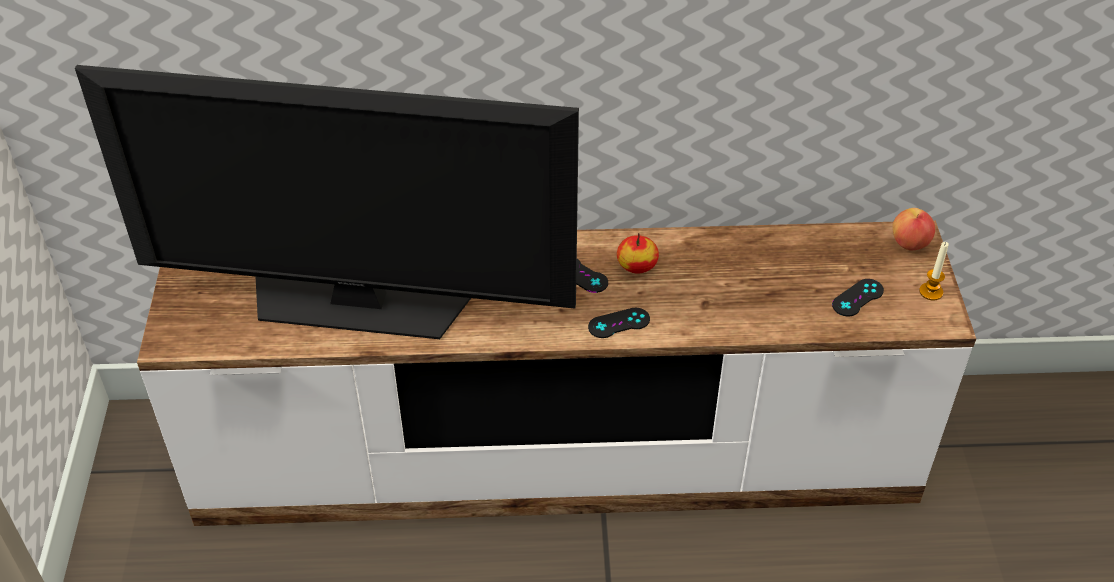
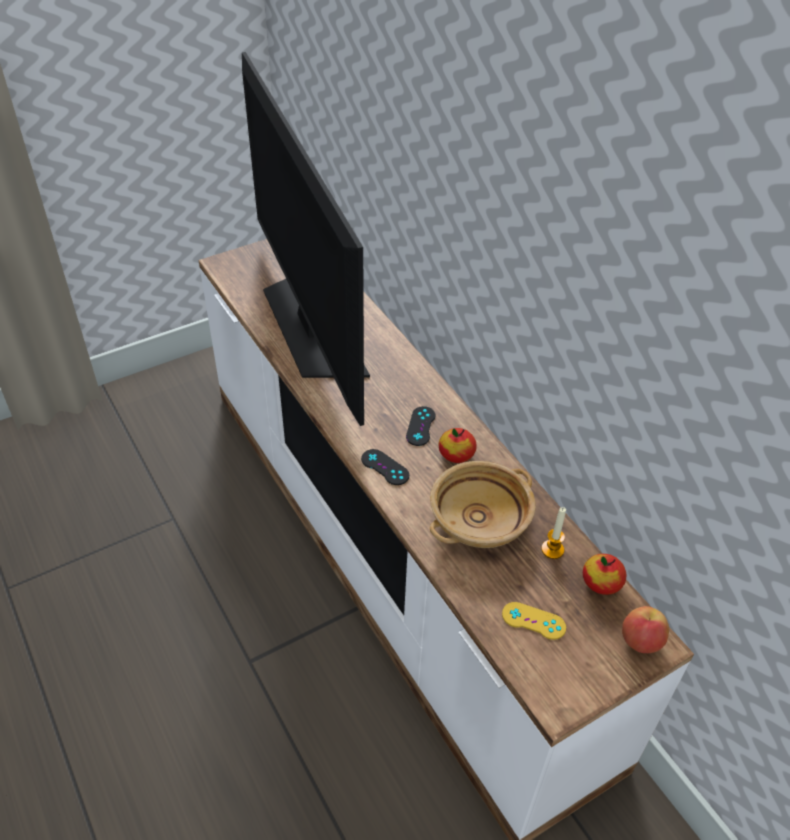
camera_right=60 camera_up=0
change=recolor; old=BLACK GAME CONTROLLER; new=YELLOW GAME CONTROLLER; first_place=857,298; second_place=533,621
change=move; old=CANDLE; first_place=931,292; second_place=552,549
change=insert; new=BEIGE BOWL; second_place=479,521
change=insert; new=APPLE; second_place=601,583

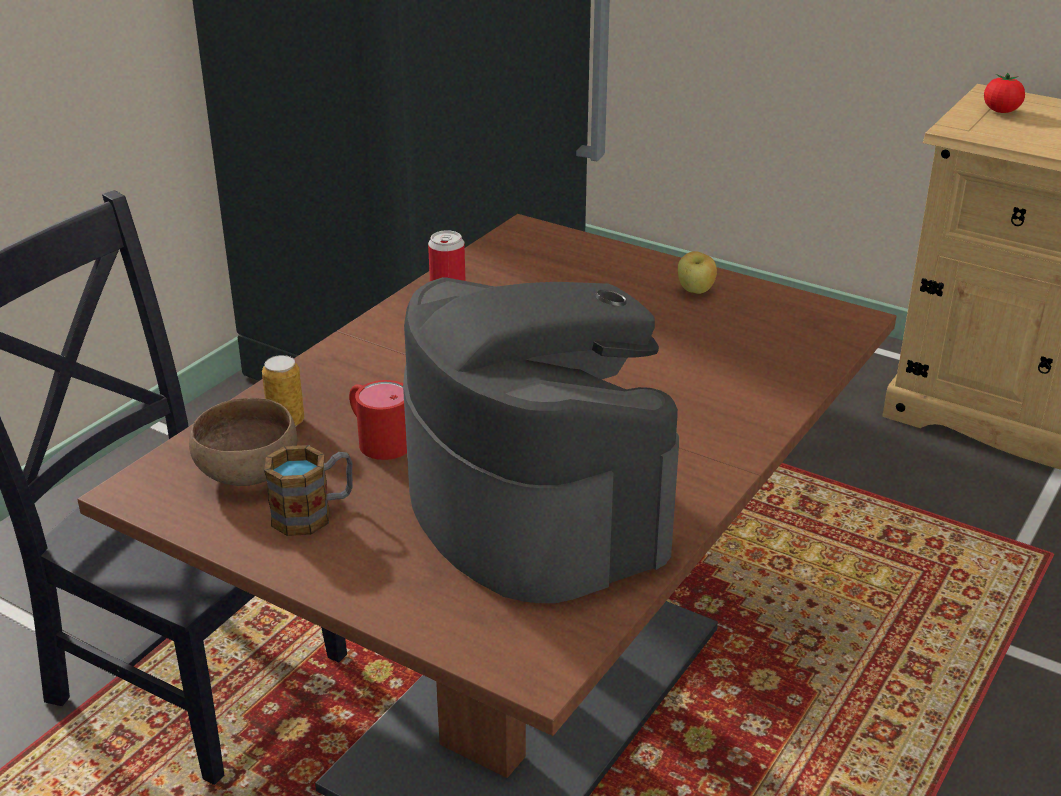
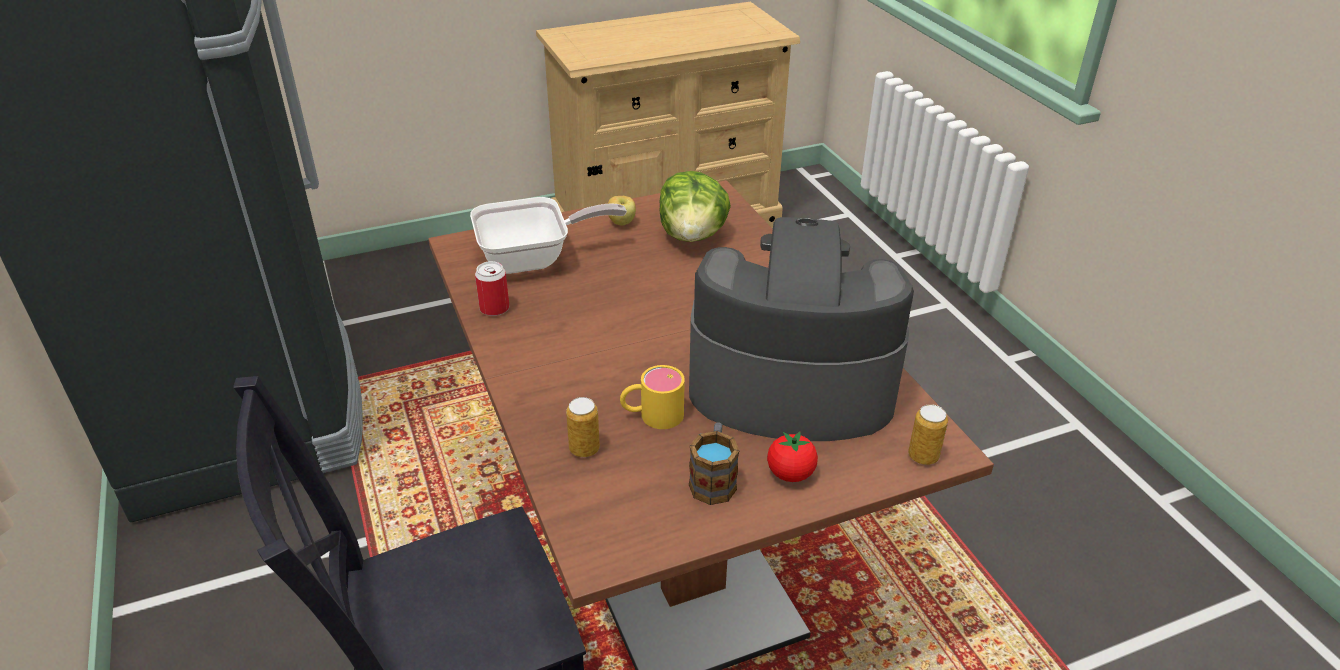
camera_right=-55 camera_up=5
change=delete; old=BROWN BOWL; first_place=247,474
change=recolor; old=RED MUG; new=YELLOW MUG; first_place=378,438; second_place=652,415
change=move; old=TOMATO; first_place=1001,111; second_place=790,474
change=insert; new=FRYING PAN; second_place=534,259
change=insert; new=LETTUCE; second_place=693,236
change=insert; new=CAN; second_place=923,456

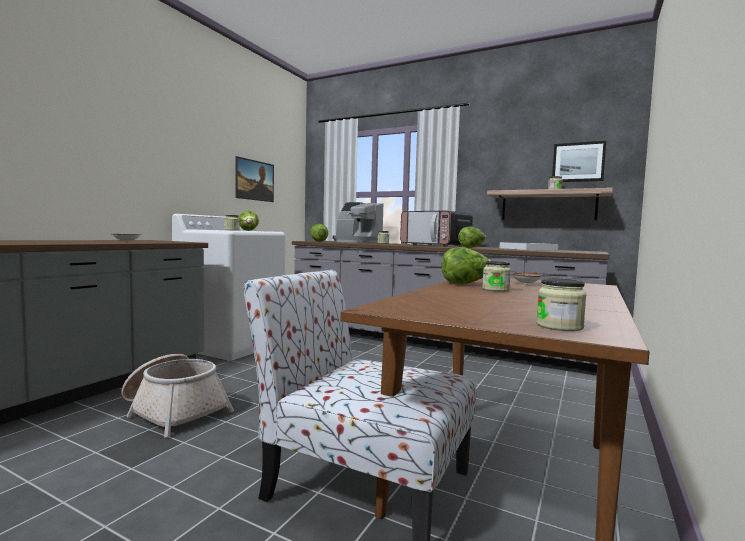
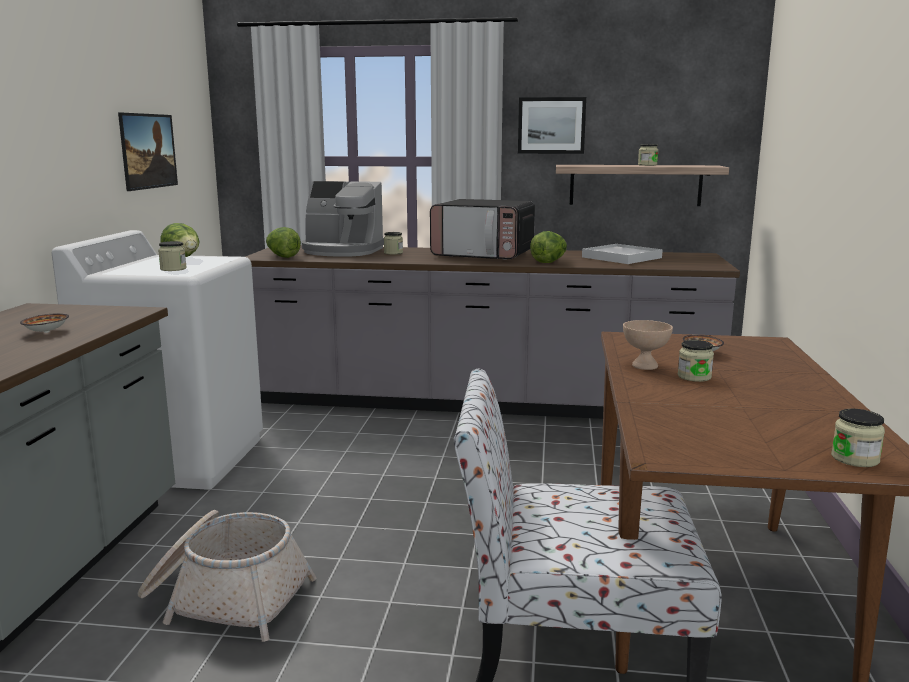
camera_right=-20 camera_up=10
change=replace; old=LETTUCE; new=BEIGE BOWL; first_place=466,284; second_place=644,366
change=move; old=PICTURE; first_place=578,162; second_place=551,125

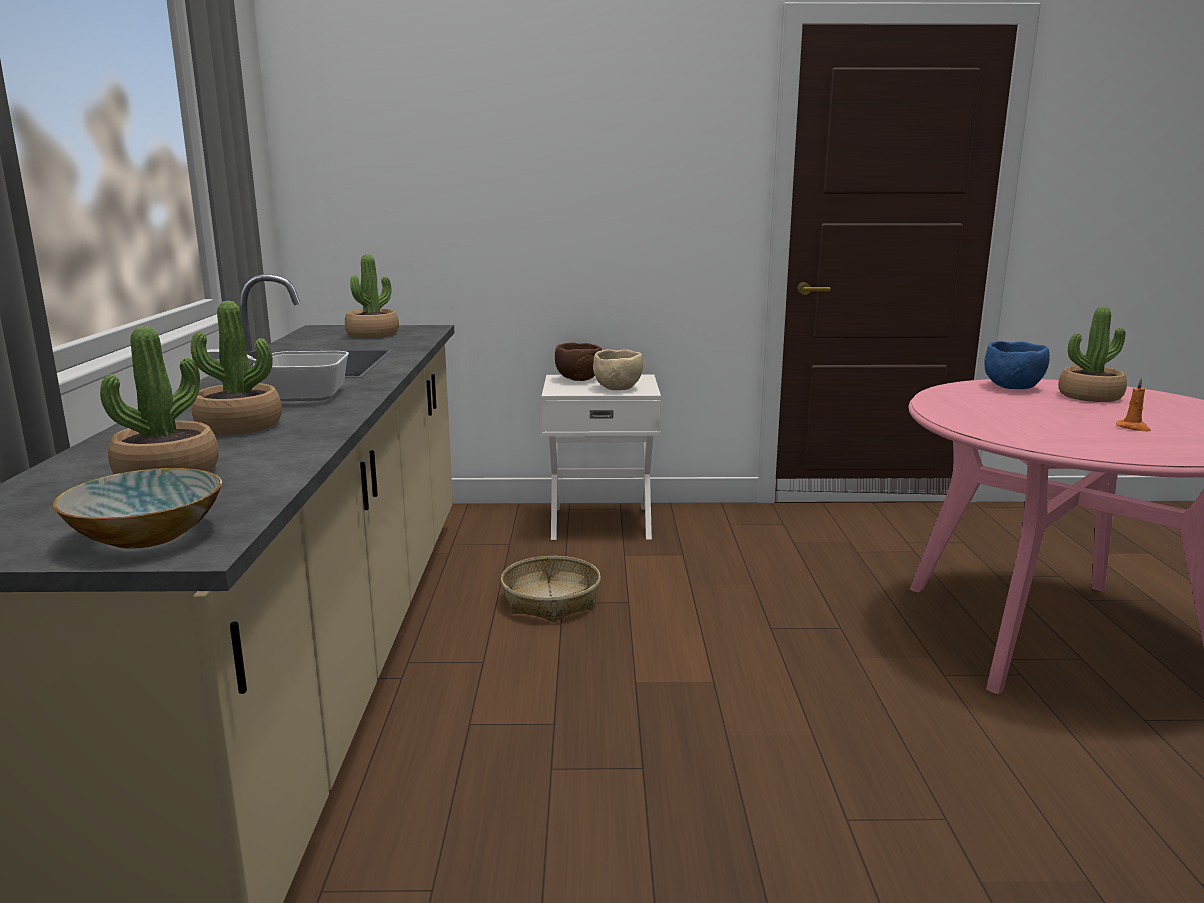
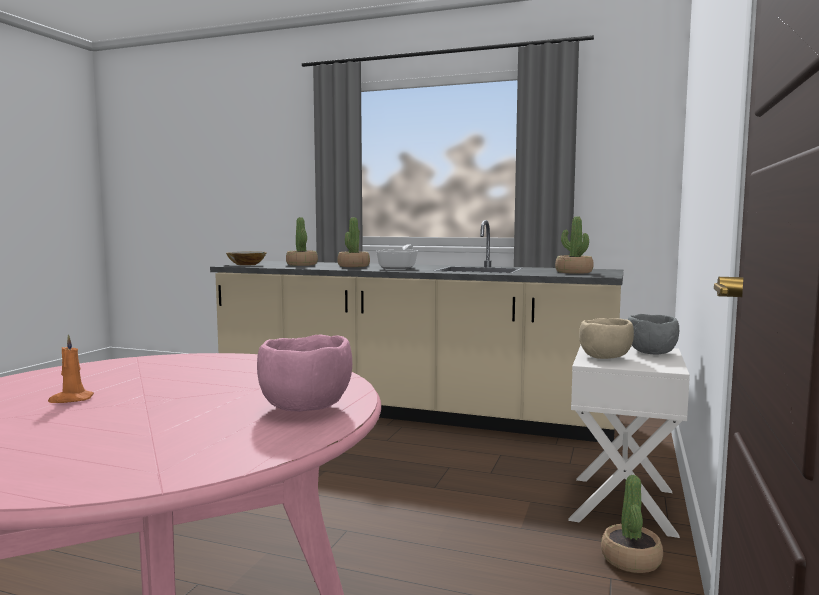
camera_right=110 camera_up=-10
change=delete; old=BASKET; first_place=551,601
change=recolor; old=BROWN BOWL; new=GREY BOWL; first_place=578,379; second_place=650,352
change=recolor; old=BLUE BOWL; new=PINK BOWL; first_place=1012,387; second_place=307,409
change=move; old=POTTED PLANT; first_place=1090,396; second_place=631,560

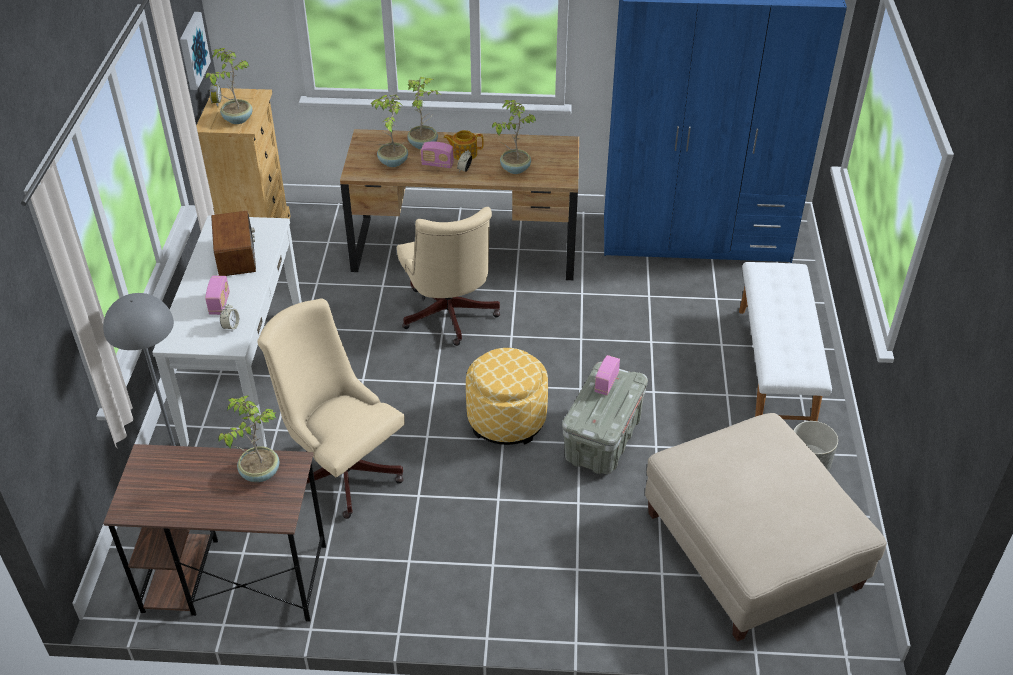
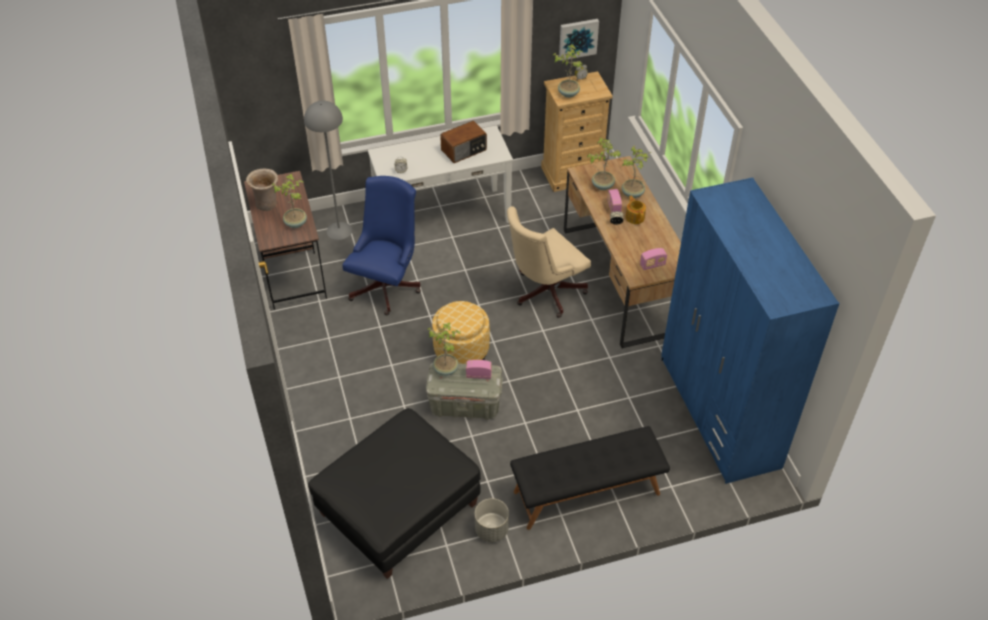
camera_right=70 camera_up=5
change=move; old=RADIO; first_place=219,304; second_place=652,265
change=recolor; old=BEIGE OFFICE CHAIR; new=BLUE OFFICE CHAIR; first_place=341,468; second_place=387,285
change=move; old=POTTED PLANT; first_place=514,168; second_place=446,369
change=recolor; old=BEIGE OTTOMAN; new=BLACK OTTOMAN; first_place=752,549; second_place=399,509
change=recolor; old=WHITE BENCH; new=BLACK BENCH; first_place=776,368; second_place=587,493
change=insert; new=BEIGE VASE; second_place=267,204

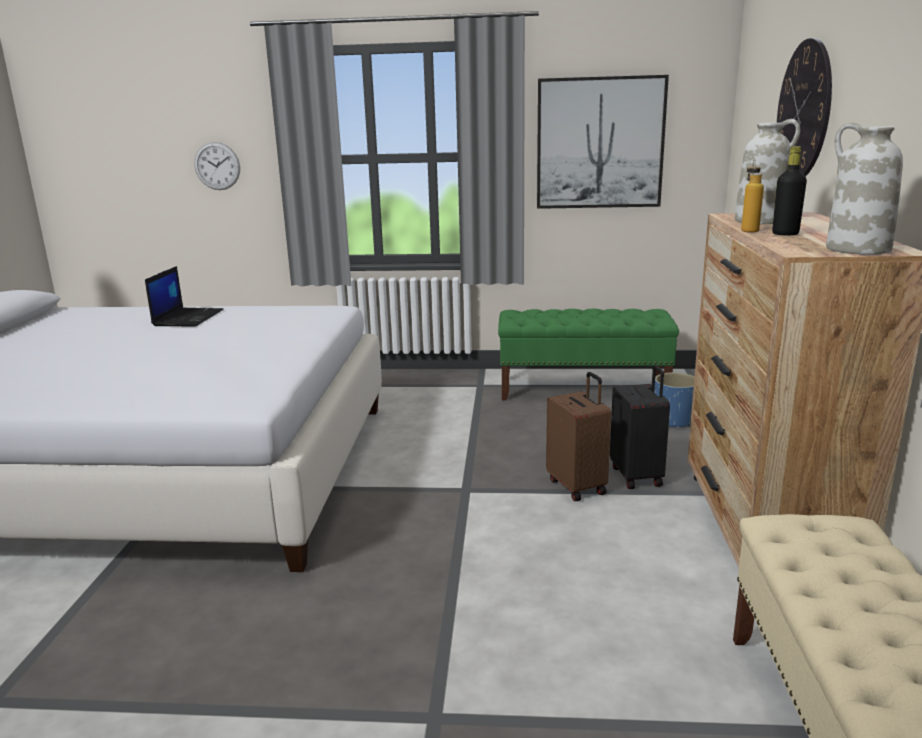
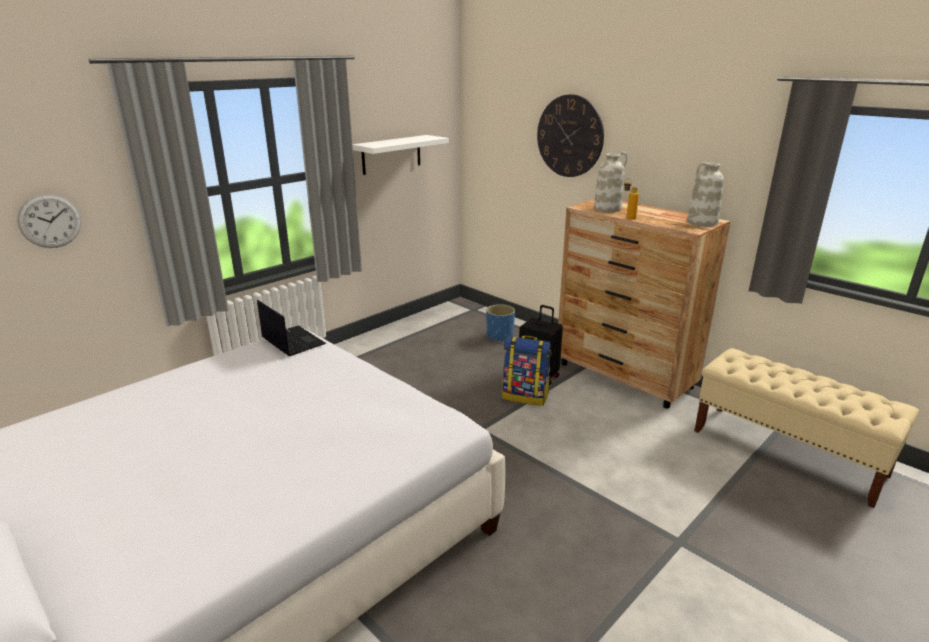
camera_right=-50 camera_up=5
change=move; old=LAPTOP; first_place=188,318; second_place=292,341
change=delete; old=GREEN BENCH; first_place=583,389
change=replace; old=PICTURE; new=WHITE SHELF; first_place=600,143; second_place=391,154
change=replace; old=BROWN SUITCASE; new=BACKPACK; first_place=578,486; second_place=525,396
change=delete; old=BLACK BOTTLE; first_place=785,234

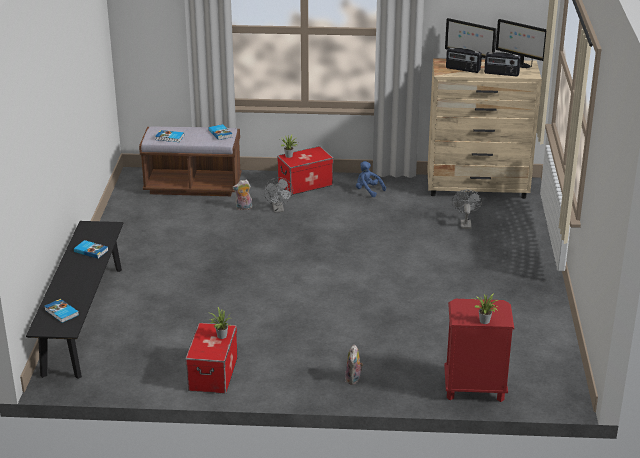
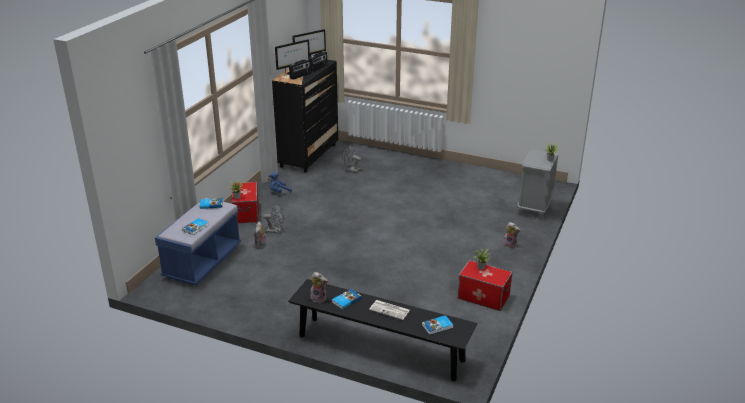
camera_right=-70 camera_up=0
change=recolor; old=BROWN BENCH; new=BLUE BENCH; first_place=193,186; second_place=202,262
change=recolor; old=BEIGE DRESSER; new=BLACK DRESSER; first_place=478,188; second_place=309,155
change=recolor; old=RED NIGHTSTAND; new=GREY NIGHTSTAND; first_place=474,388; second_place=534,209
change=insert; new=PLUSH TOY; second_place=319,298
change=insert; new=NEWSPAPER; second_place=390,310

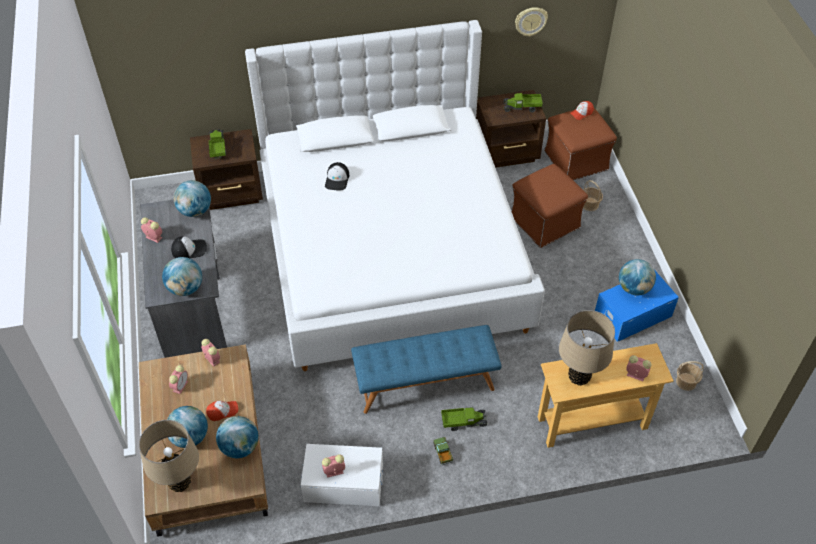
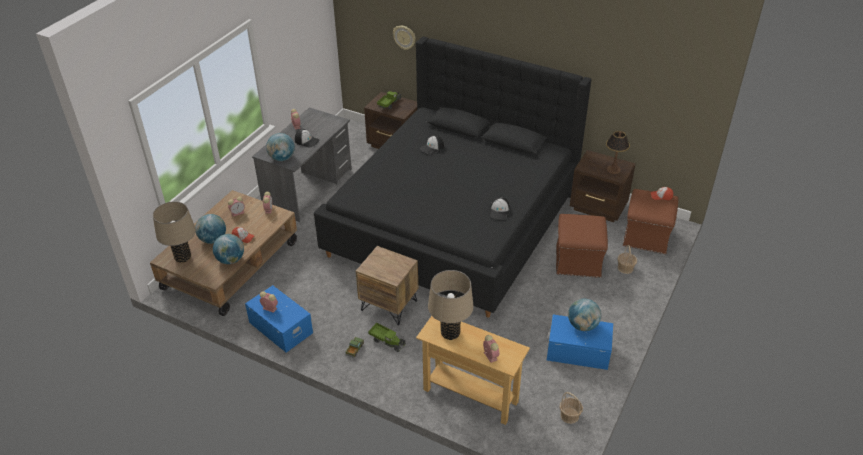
camera_right=40 camera_up=-10
change=delete; old=GLOBE; first_place=195,211
change=recolor; old=WHITE BED; new=BLACK BED; first_place=391,249; second_place=455,222
change=recolor; old=WHITE STORAGE BOX; new=BLUE STORAGE BOX; first_place=343,482; second_place=281,327
change=replace; old=BLUE BENCH; new=BROWN NIGHTSTAND; first_place=425,382; second_place=389,305
change=replace; old=TOY TRUCK; new=TABLE LAMP; first_place=522,107; second_place=613,169
change=move; old=WALL CLOCK; first_place=530,21; second_place=404,37
change=insert; new=CAP; second_place=500,211

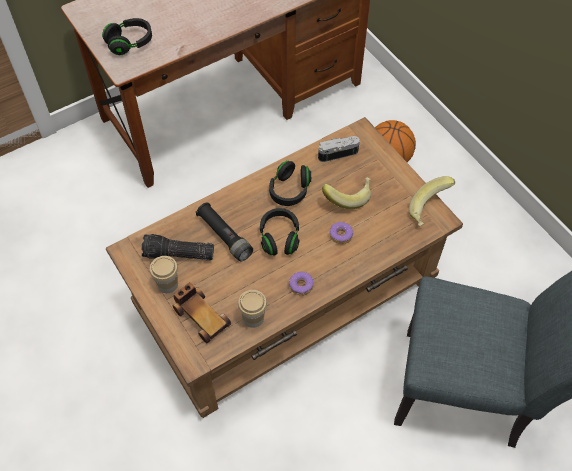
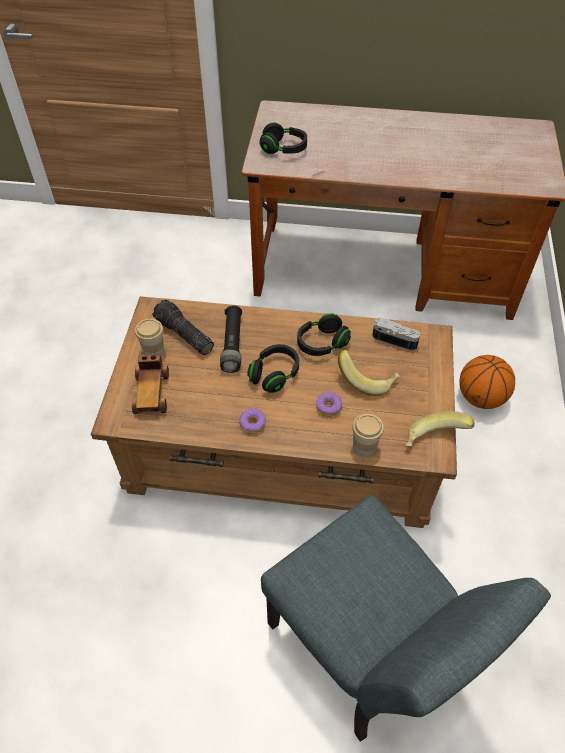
camera_right=40 camera_up=-5
change=move; old=CUP; first_place=253,318; second_place=364,447

